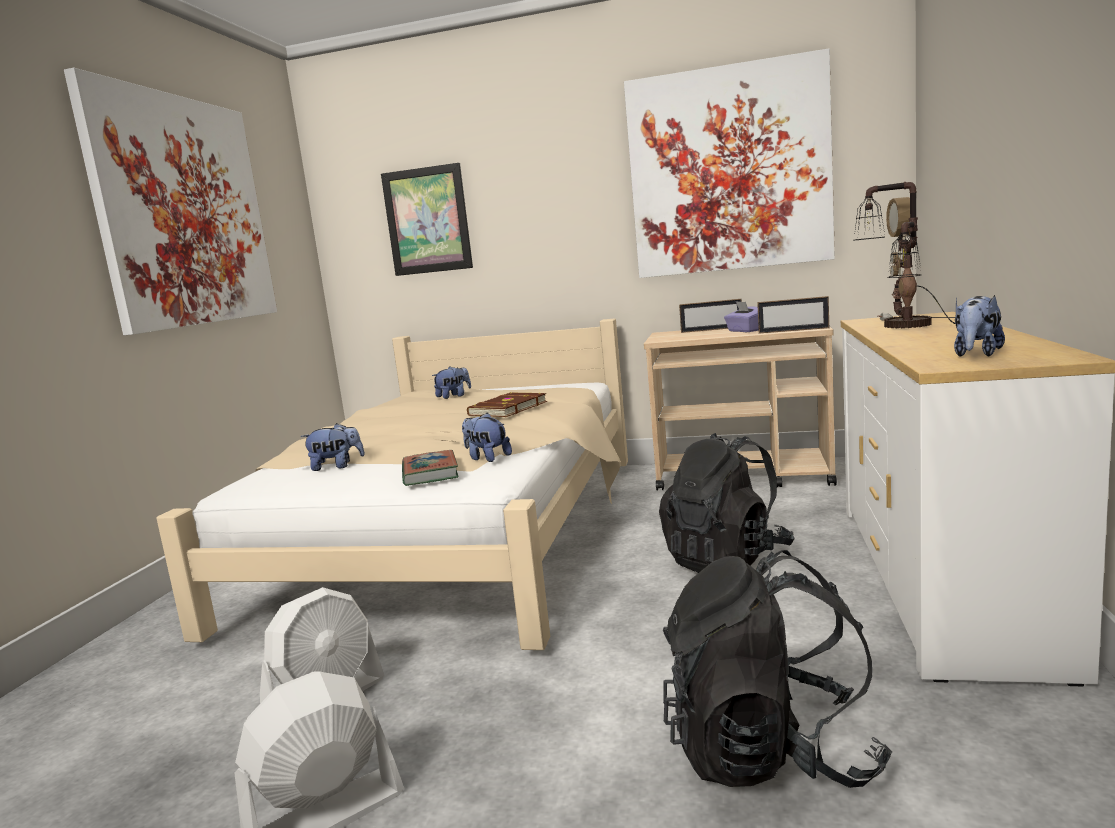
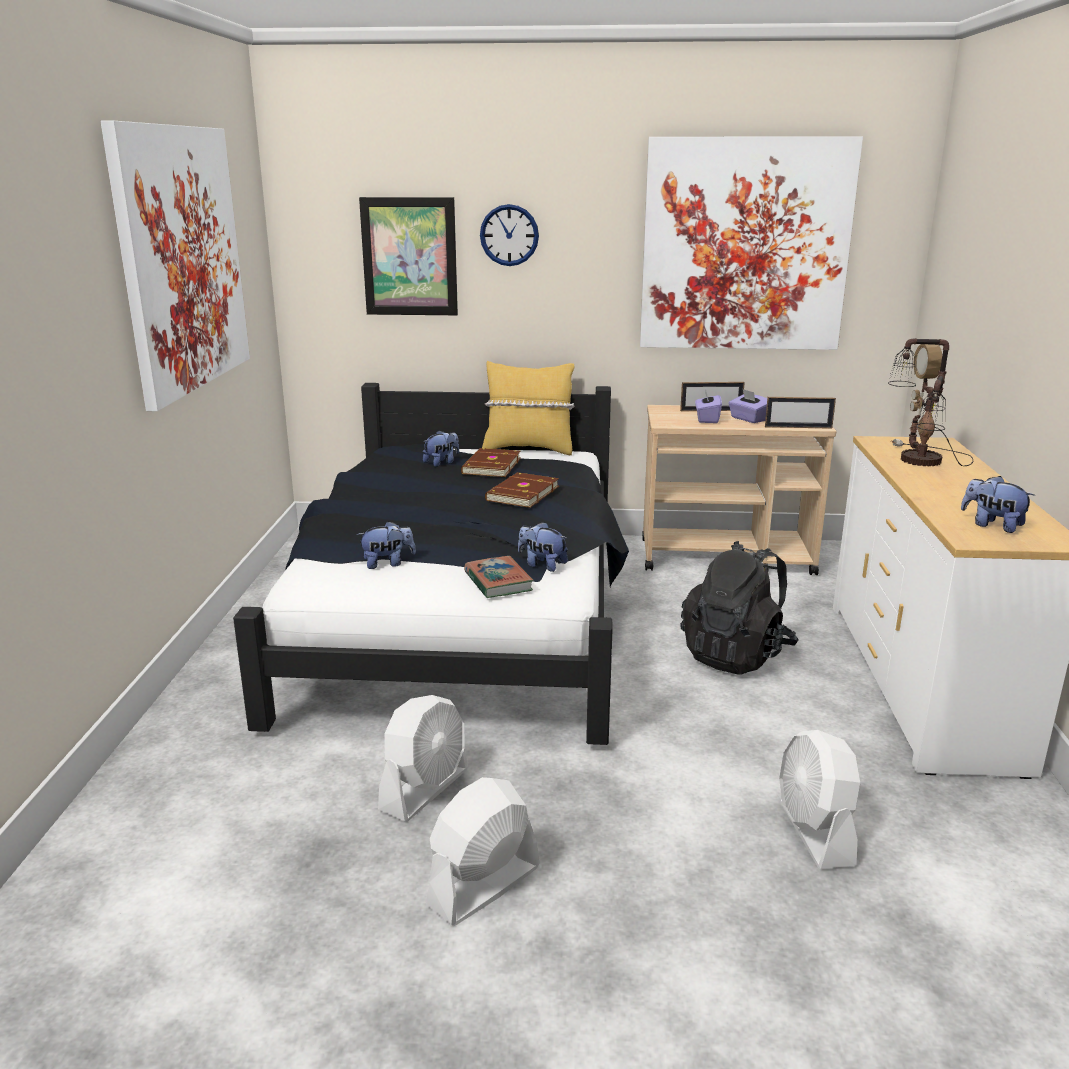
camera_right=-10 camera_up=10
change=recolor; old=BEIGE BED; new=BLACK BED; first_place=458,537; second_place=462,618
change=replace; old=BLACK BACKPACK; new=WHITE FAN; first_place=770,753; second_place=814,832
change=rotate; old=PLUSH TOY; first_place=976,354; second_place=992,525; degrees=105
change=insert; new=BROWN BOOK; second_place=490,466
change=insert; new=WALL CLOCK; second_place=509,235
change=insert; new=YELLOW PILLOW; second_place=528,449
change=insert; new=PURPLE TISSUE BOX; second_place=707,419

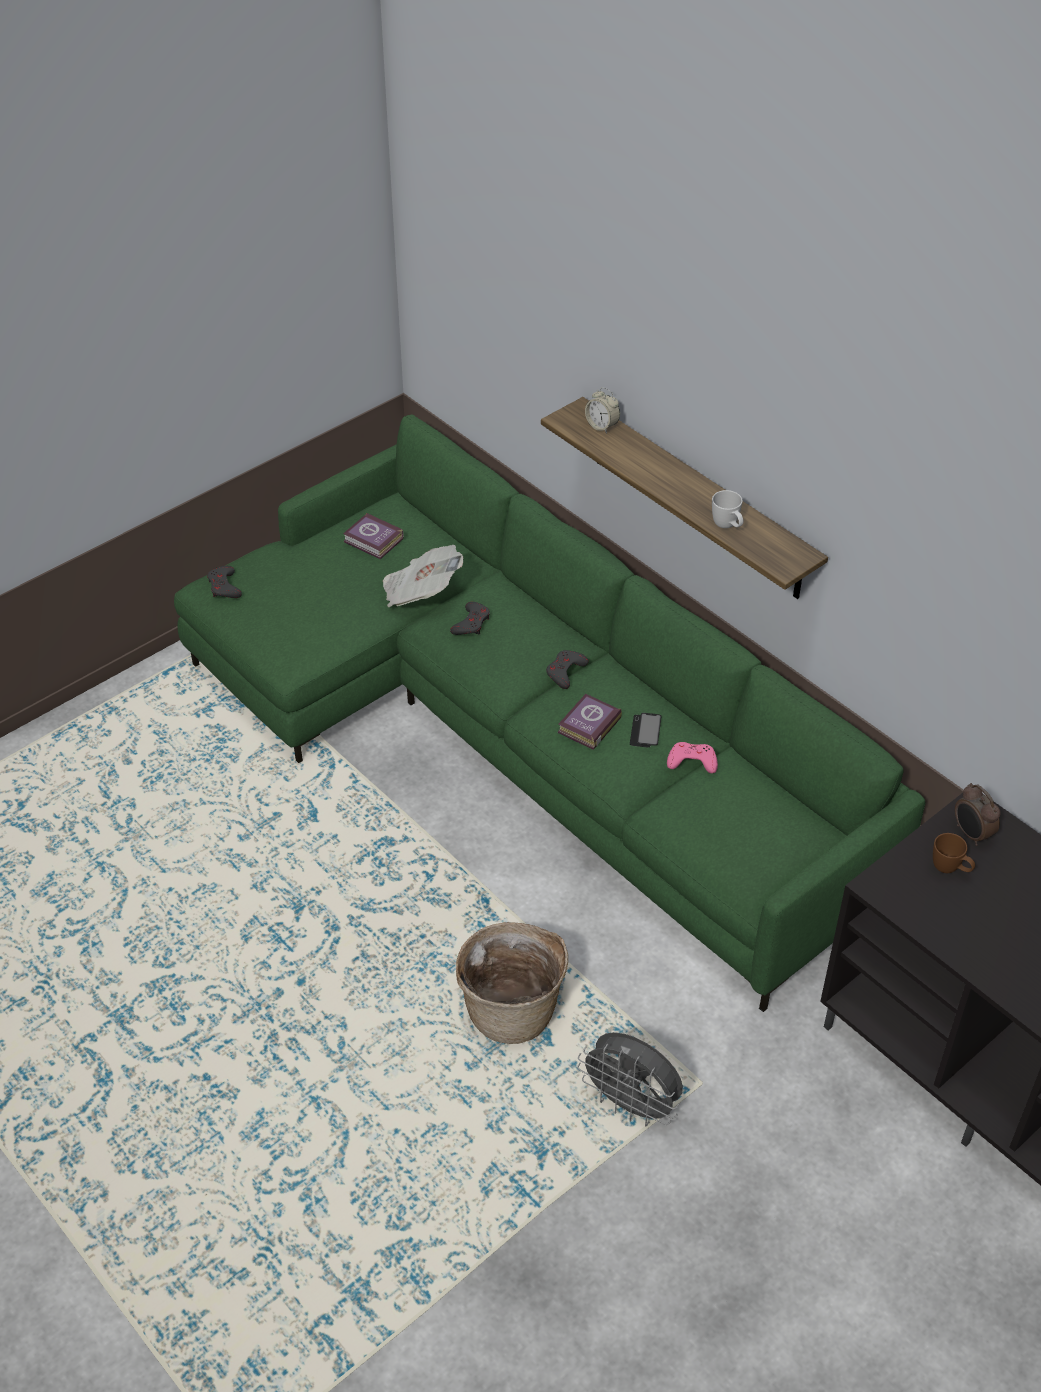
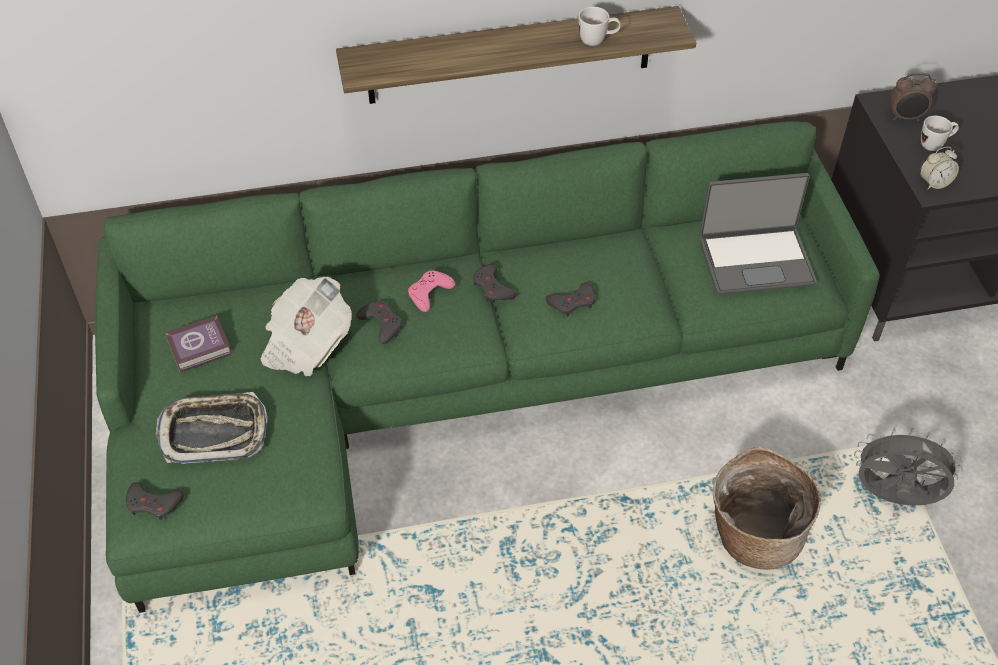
camera_right=-60 camera_up=5
change=replace; old=BOOK; new=GREY GAME CONTROLLER; first_place=587,726; second_place=573,302
change=rotate; old=GREY FAN; first_place=631,1105; second_place=893,498; degrees=-135
change=move; old=ALARM CLOCK; first_place=602,426; second_place=934,183
change=delete; old=PHONE; first_place=645,731
change=move; old=PINK GAME CONTROLLER; first_place=692,761; second_place=429,293
change=recolor; old=BROWN MUG; new=WHITE MUG; first_place=950,869; second_place=935,145
change=insert; new=TRAY; second_place=214,432
change=insert; new=LAPTOP; second_place=755,260

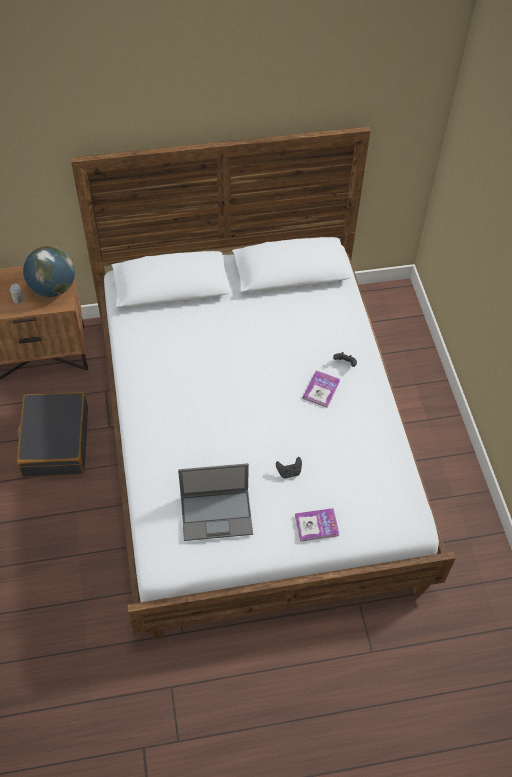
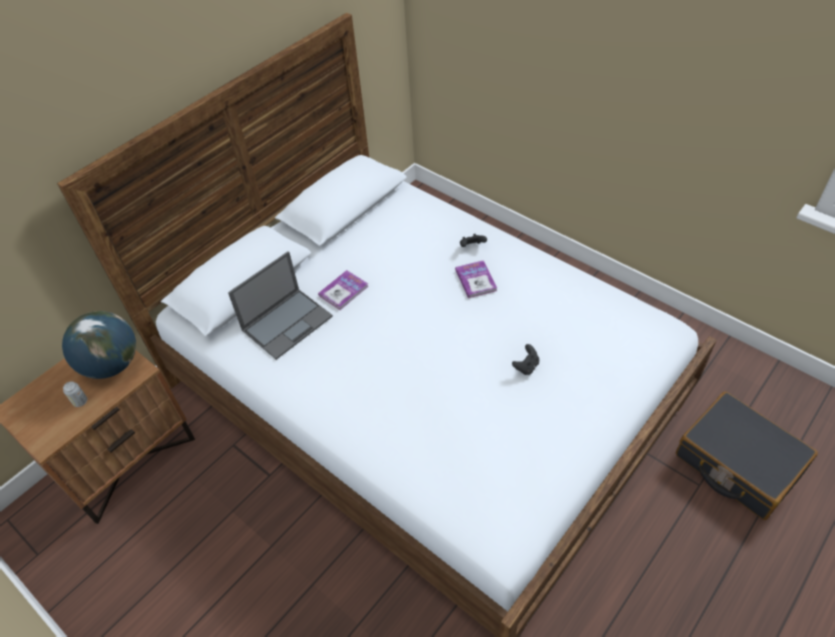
camera_right=-35 camera_up=-5
change=move; old=BLACK SUITCASE; first_place=55,441; second_place=738,463
change=move; old=LAPTOP; first_place=217,514; second_place=288,322
change=move; old=BOOK; first_place=316,525; second_place=343,291

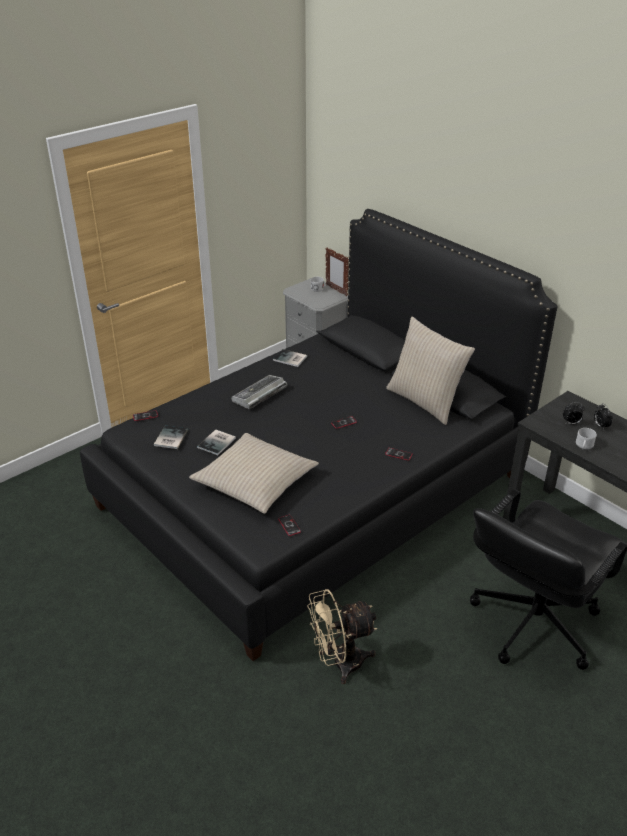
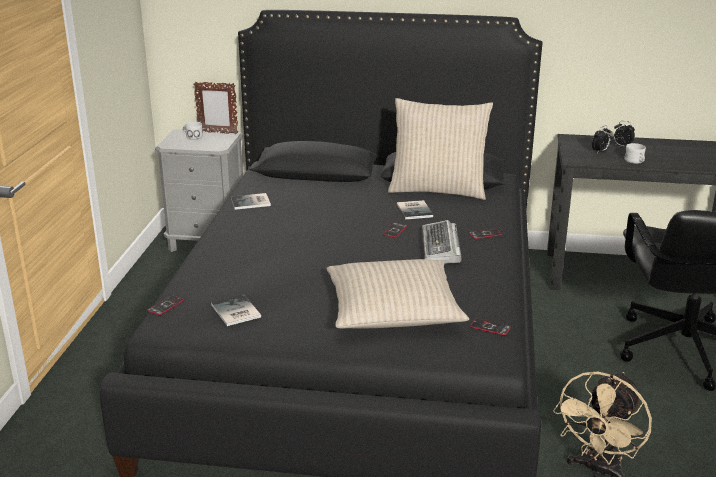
camera_right=-40 camera_up=-10
change=move; old=BOOK; first_place=218,442; second_place=415,210
change=move; old=KEYBOARD; first_place=259,395; second_place=440,249

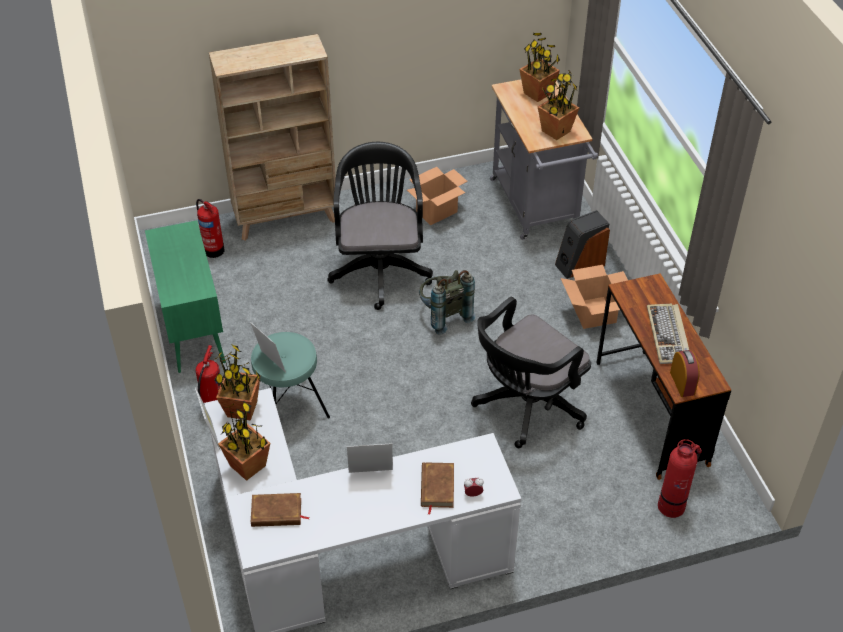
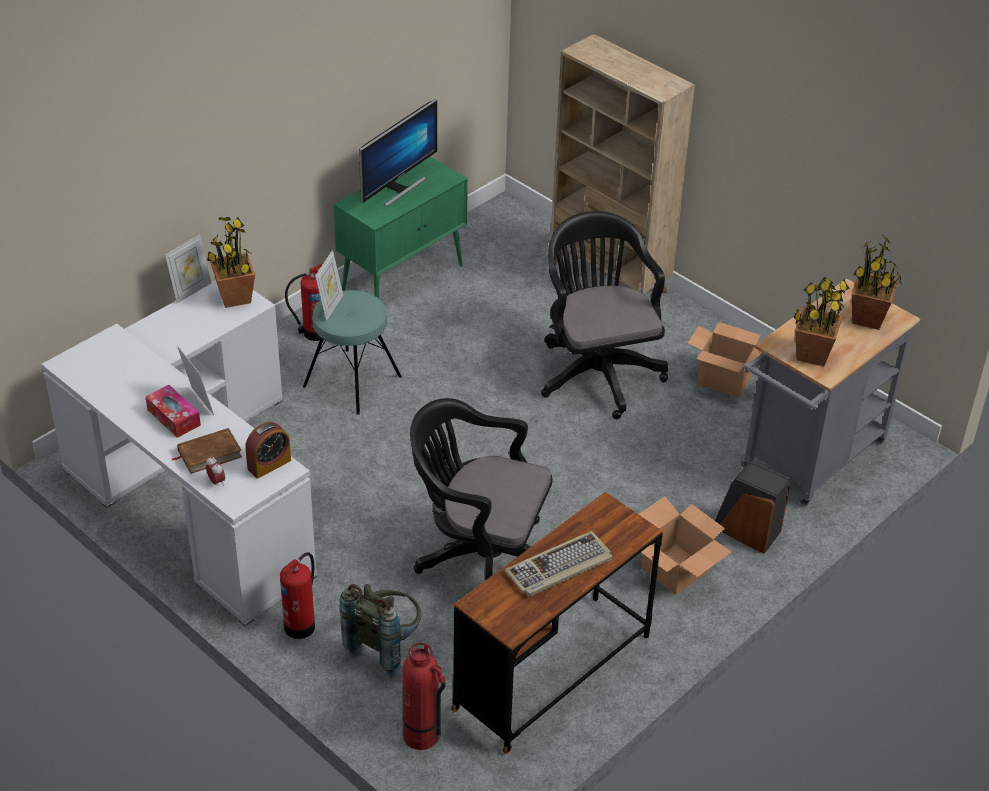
camera_right=60 camera_up=-5
change=move; old=FIRE EXTINGUISHER; first_place=213,249; second_place=301,625
change=delete; old=POTTED PLANT; first_place=248,466
change=delete; old=BROWN BOOK; first_place=276,513
change=rotate; old=BLACK OFFICE CHAIR; first_place=380,268; second_place=597,371; degrees=-75
change=move; old=GREY BACKPACK; first_place=443,315; second_place=385,646
change=move; old=ALARM CLOCK; first_place=682,383; second_place=269,464
change=insert; new=TISSUE BOX; second_place=174,417
change=insert; new=MONITOR; second_place=398,188

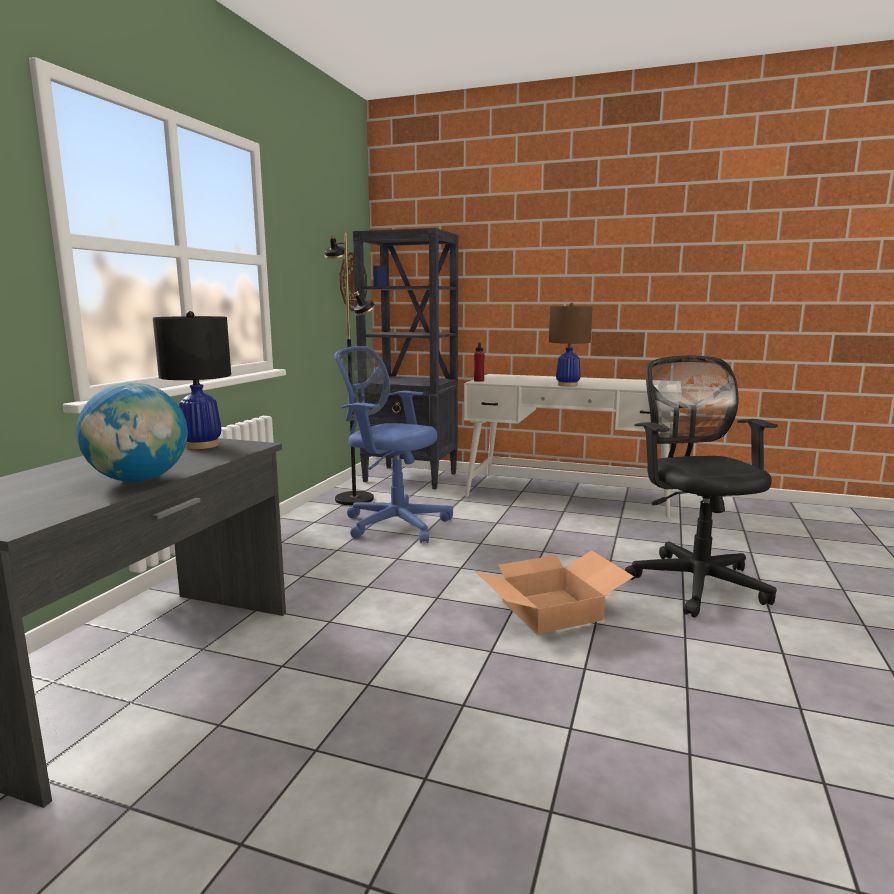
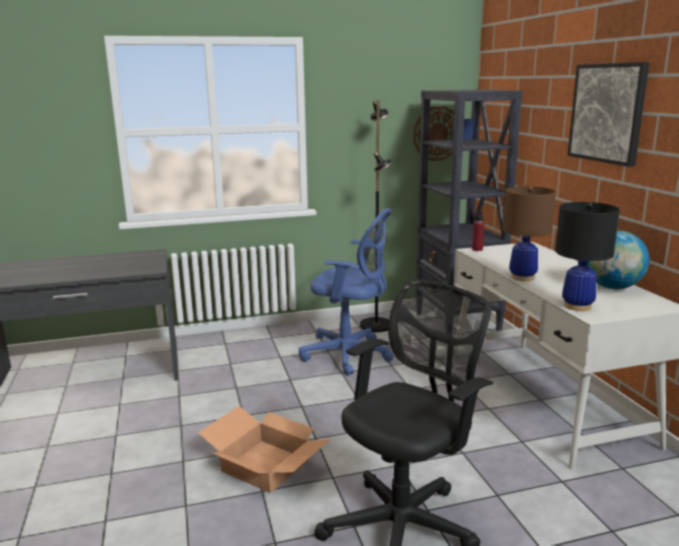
camera_right=55 camera_up=5
change=move; old=GLOBE; first_place=140,479; second_place=613,287
change=move; old=BLACK TABLE LAMP; first_place=202,445; second_place=577,306
change=rotate; old=BLUE OFFICE CHAIR; first_place=393,523; second_place=349,355; degrees=120
change=insert; new=PICTURE; second_place=607,113

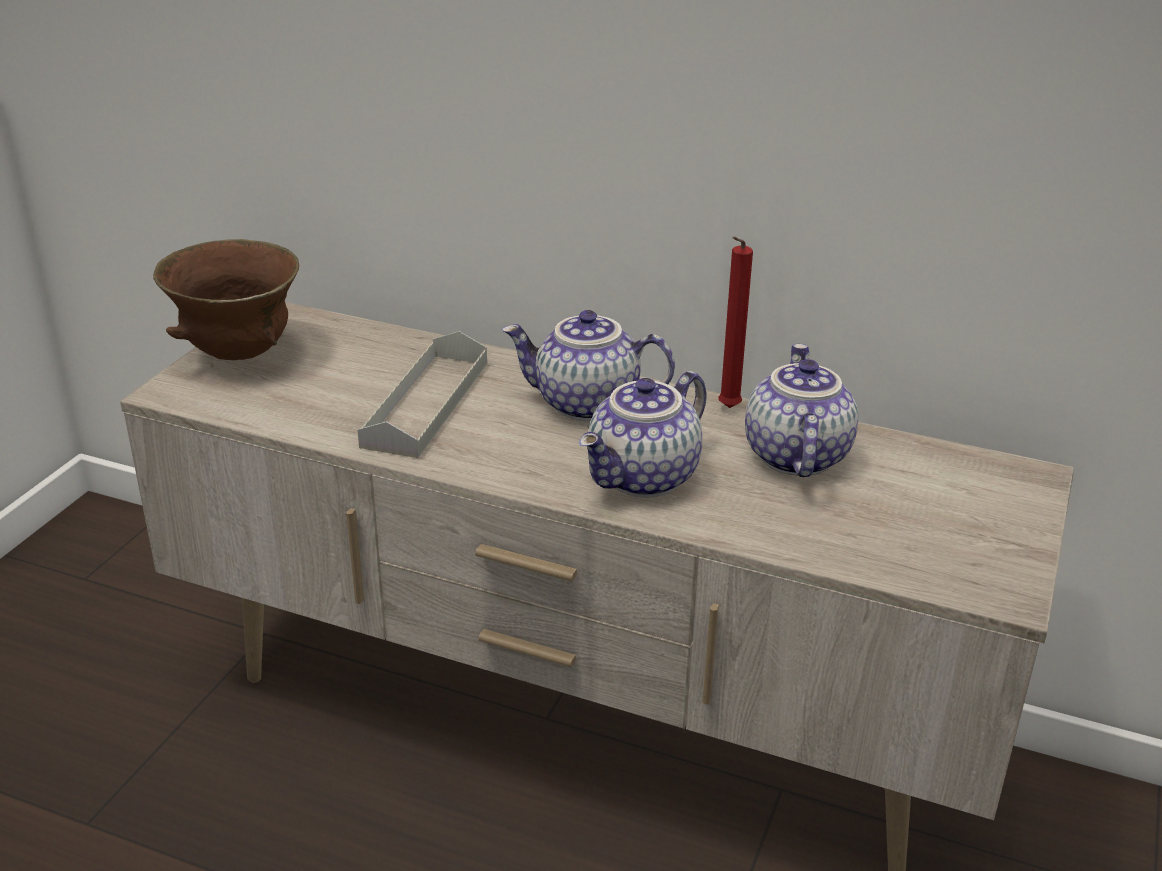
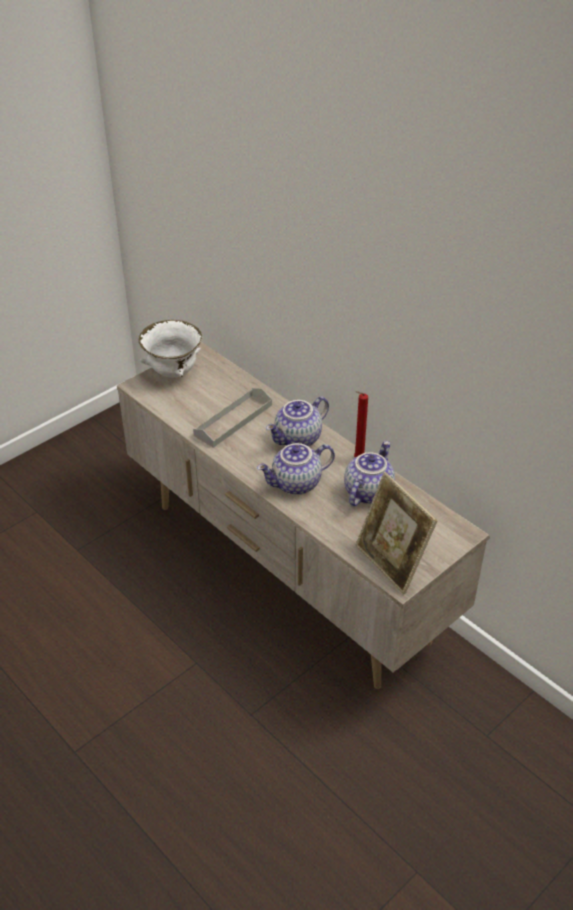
camera_right=25 camera_up=10
change=recolor; old=BROWN BOWL; new=WHITE BOWL; first_place=238,355; second_place=173,373
change=rotate; old=TEAPOT; first_place=585,405; second_place=298,439; degrees=-75
change=insert; new=PICTURE FRAME; second_place=391,563

